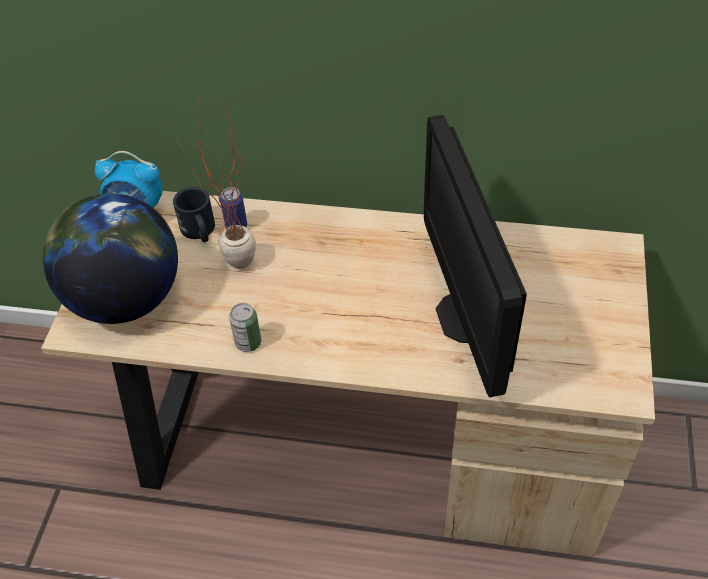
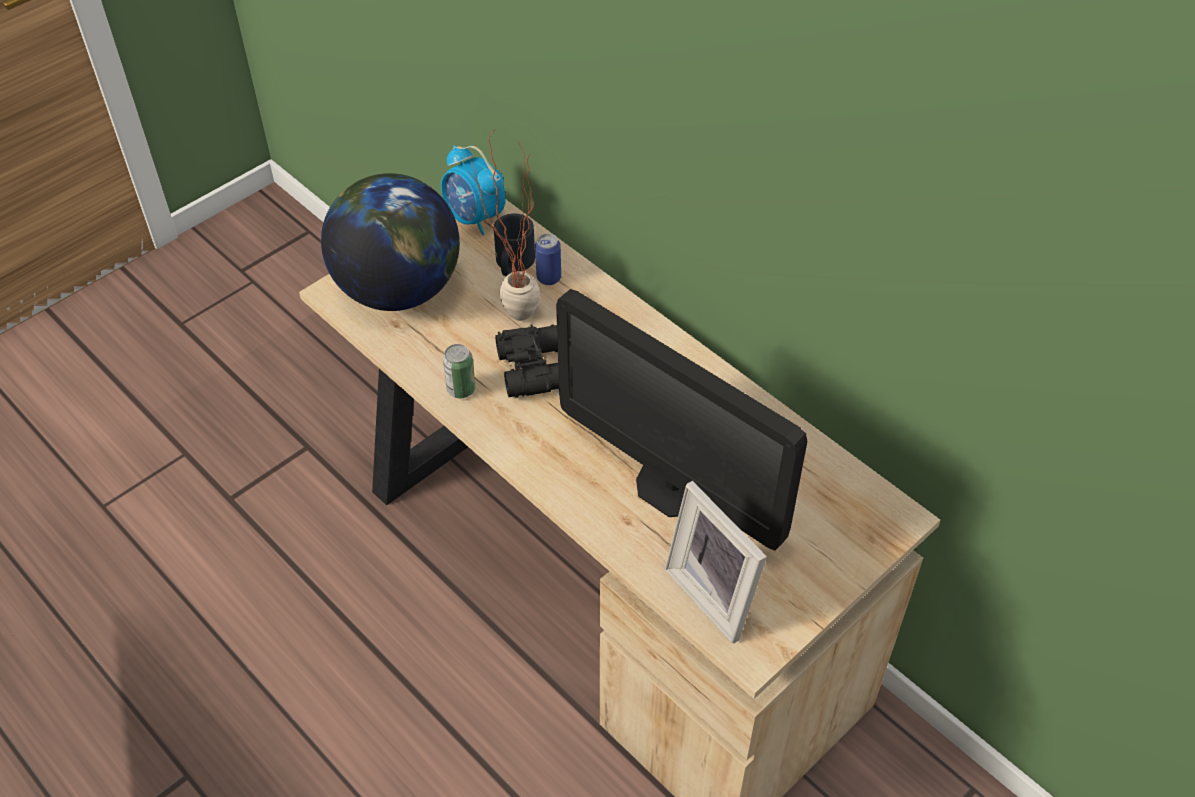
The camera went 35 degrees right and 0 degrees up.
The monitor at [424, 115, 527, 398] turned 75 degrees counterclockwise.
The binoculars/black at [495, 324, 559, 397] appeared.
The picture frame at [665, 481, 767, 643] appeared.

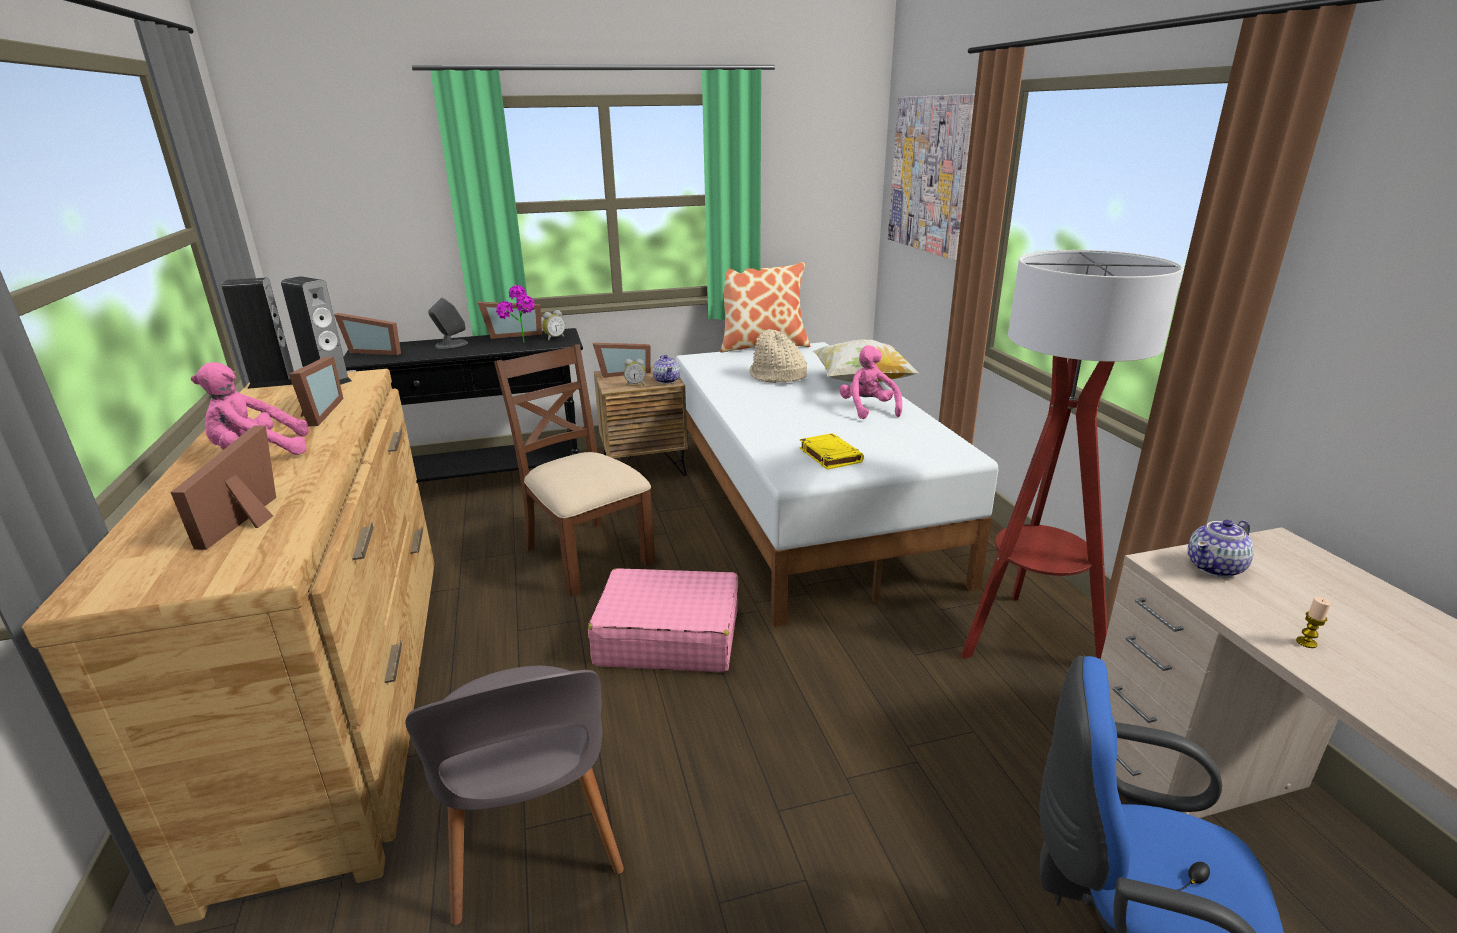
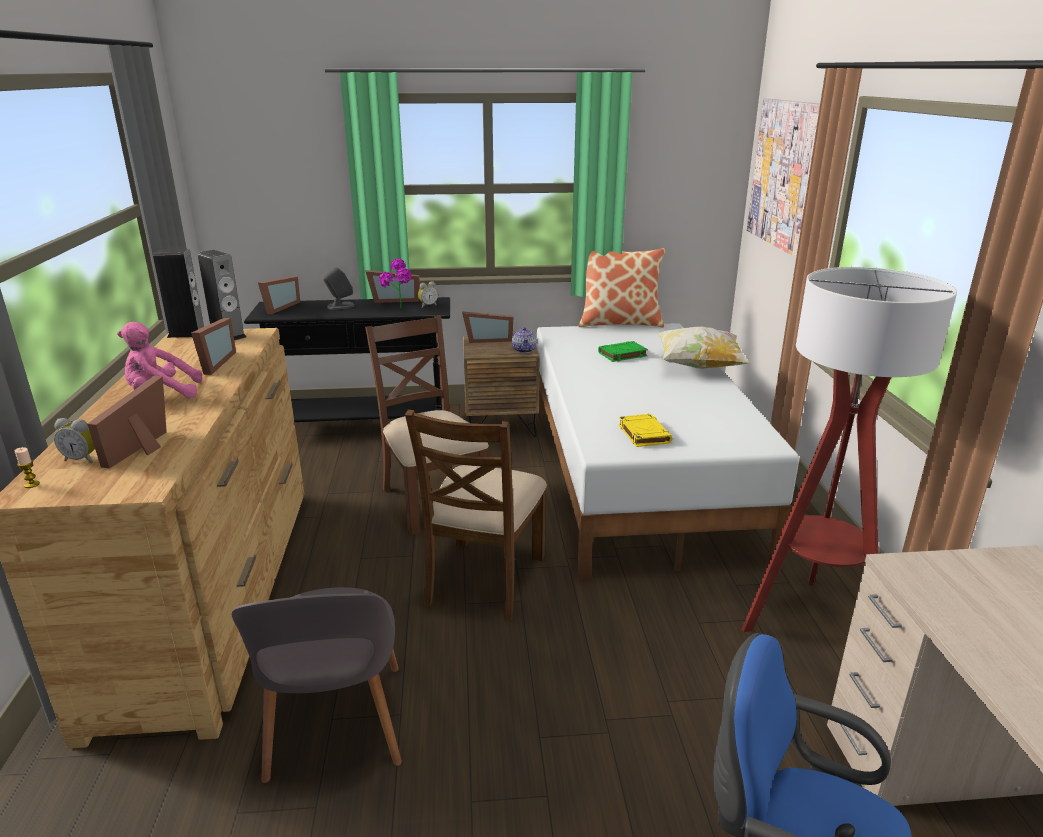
The camera went 10 degrees right and 0 degrees up.
The picture frame at [334, 313, 401, 355] turned 90 degrees counterclockwise.
The suitcase/pink at [588, 568, 738, 672] was replaced by the chair/brown at [405, 409, 547, 622].
The alarm clock moved from [624, 359, 646, 386] to [54, 418, 95, 463].
The hat/beige at [749, 329, 807, 383] was replaced by the book/green at [598, 341, 648, 362].
The plush toy/pink at [840, 345, 902, 419] disappeared.
The teapot at [1188, 520, 1254, 578] disappeared.
The candle moved from [1296, 597, 1331, 648] to [15, 447, 40, 488].

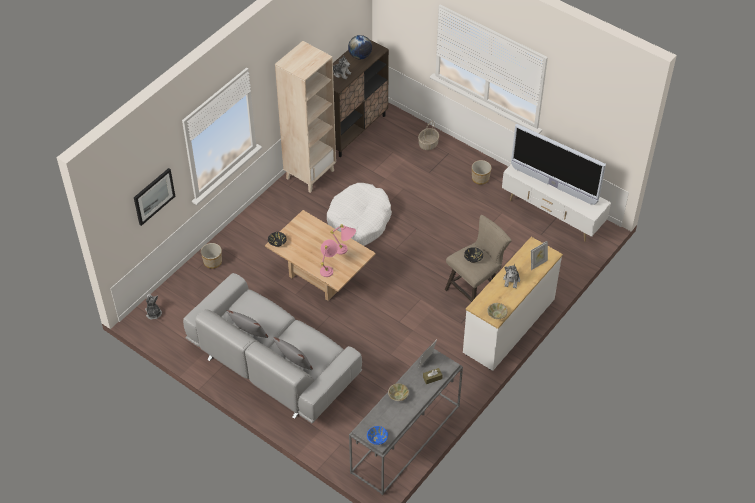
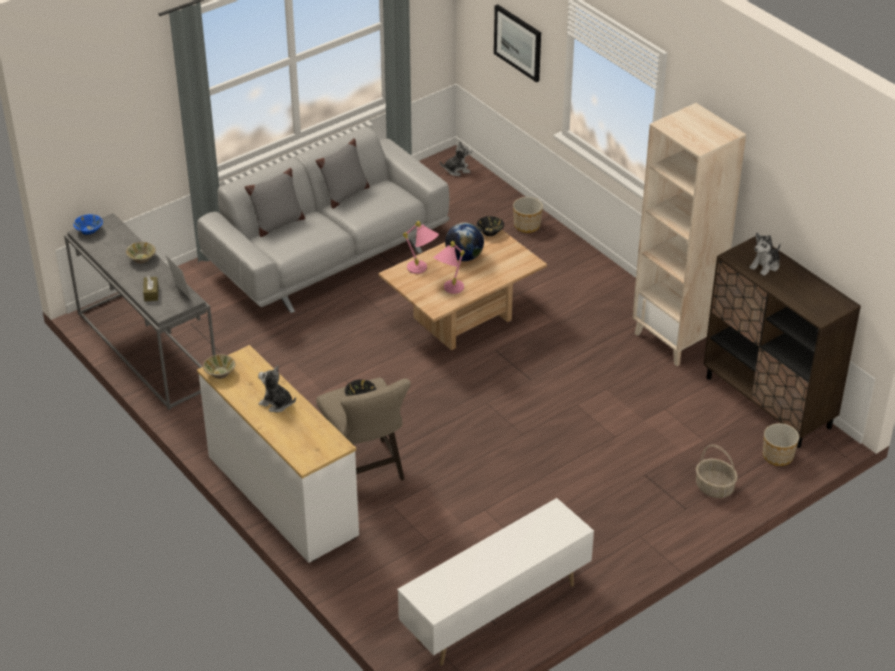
The camera went 105 degrees right and 10 degrees down.
The dog bed/white at [327, 183, 392, 246] disappeared.
The globe moved from [348, 35, 372, 59] to [445, 222, 484, 261].
The planter moved from [472, 160, 491, 184] to [763, 423, 799, 466].
The television at [511, 124, 606, 205] disappeared.
The picture frame at [531, 241, 548, 270] disappeared.

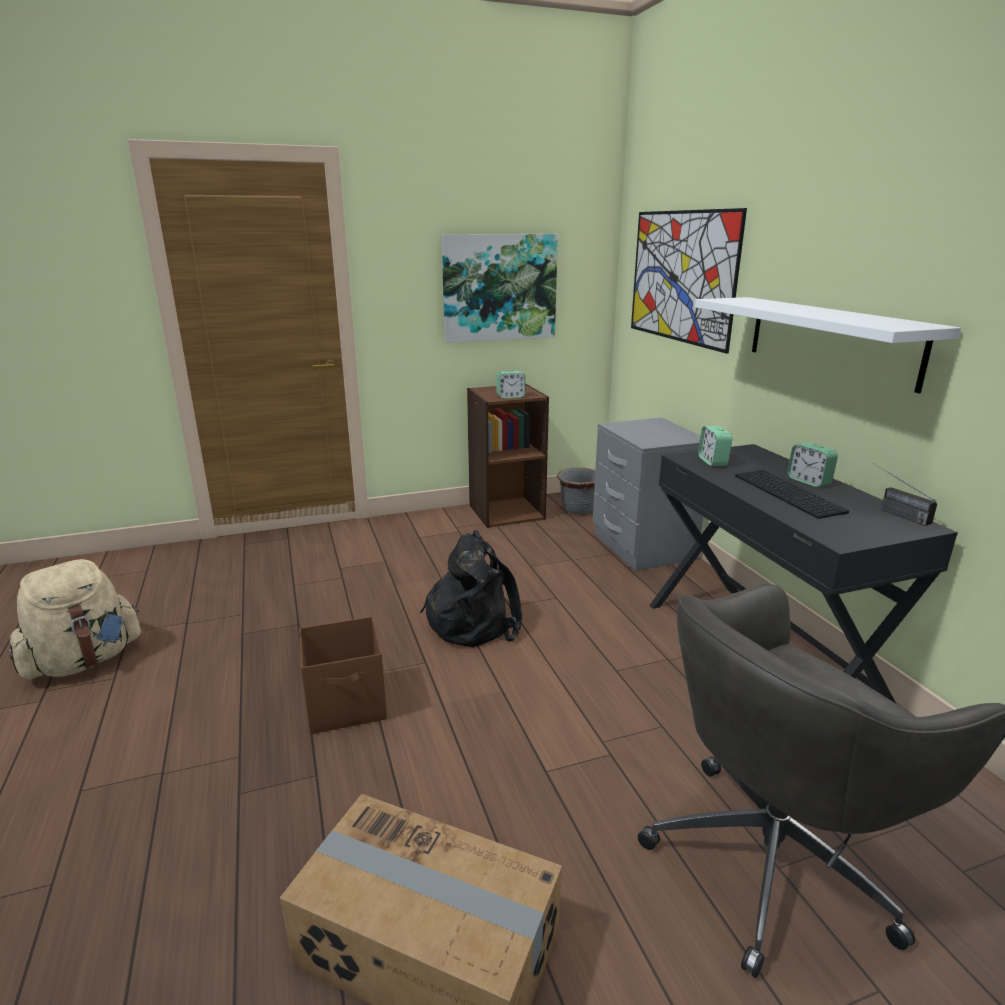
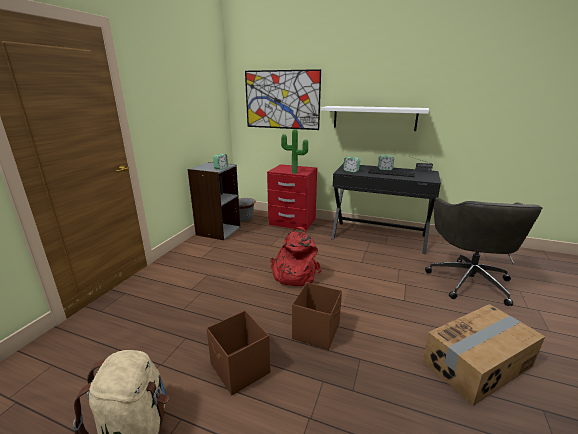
The camera went 50 degrees left and 0 degrees up.
The backpack/black at [420, 530, 522, 647] became the backpack/red at [270, 227, 322, 286].
The picture at [441, 234, 558, 343] disappeared.
The bookcase/brown at [467, 384, 549, 528] became the bookcase/grey at [187, 162, 240, 240].
The nightstand/grey at [593, 417, 703, 571] became the nightstand/red at [267, 164, 317, 230].
The storage box/brown at [206, 311, 270, 395] appeared.
The potted plant at [281, 129, 308, 174] appeared.

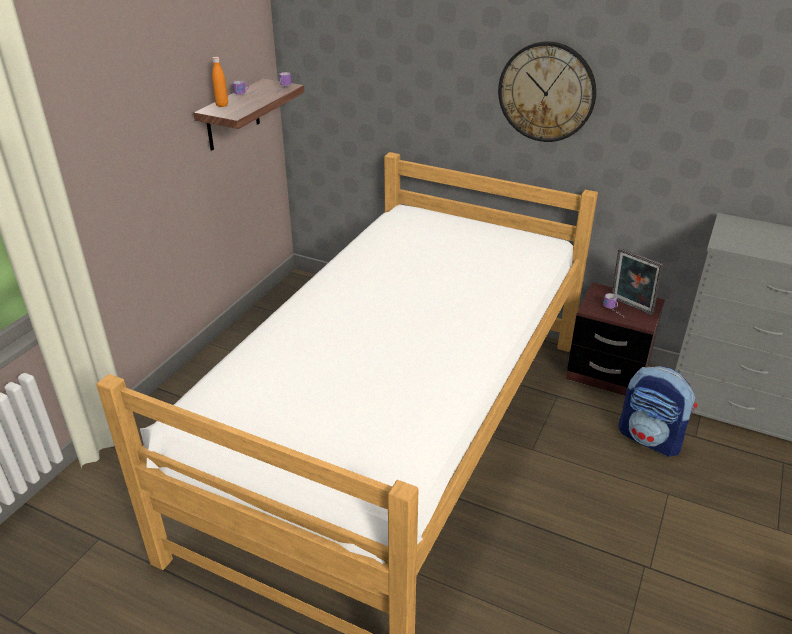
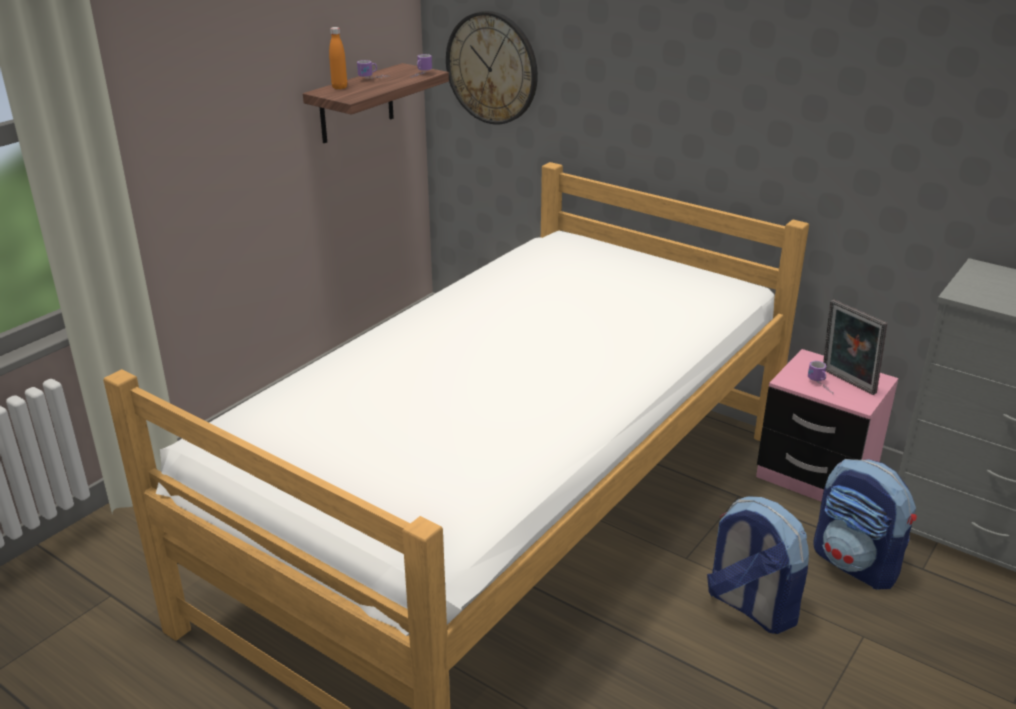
The camera went 10 degrees right and 5 degrees down.
The wall clock moved from [498, 41, 596, 142] to [446, 11, 538, 125].
The nightstand/brown at [566, 283, 665, 396] became the nightstand/pink at [756, 349, 899, 502].
The backpack at [707, 496, 809, 634] appeared.

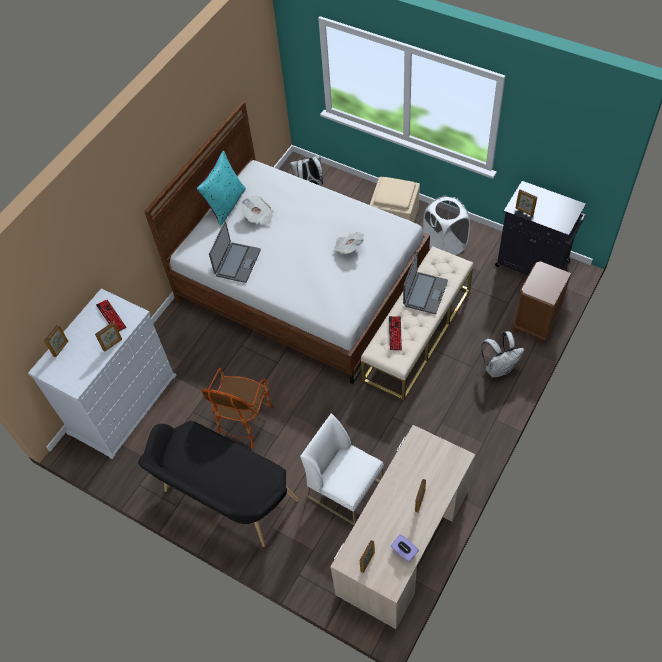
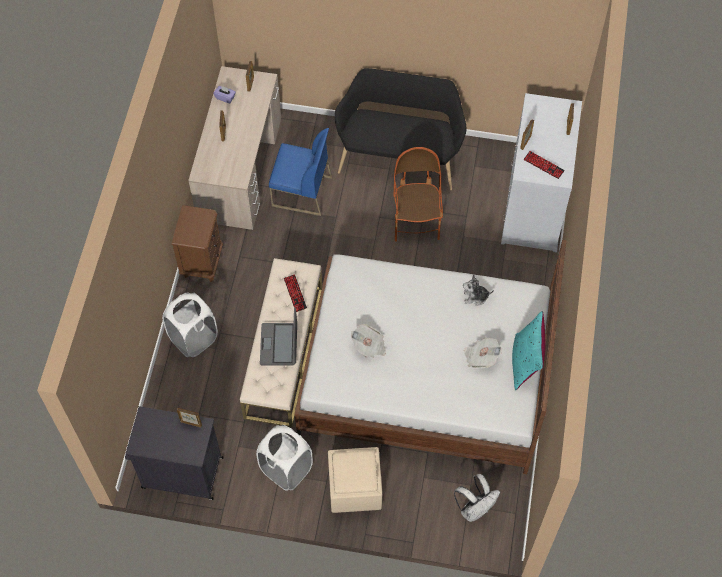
The camera went 155 degrees right and 5 degrees up.
The laptop at [209, 221, 261, 283] was replaced by the plush toy at [463, 274, 494, 306].
The chair/white at [300, 413, 384, 525] became the chair/blue at [269, 128, 332, 216].
The backpack/white at [481, 331, 524, 378] was replaced by the laundry basket/white at [162, 293, 218, 357].
The nightstand/brown moved from [513, 261, 571, 343] to [172, 205, 223, 282].

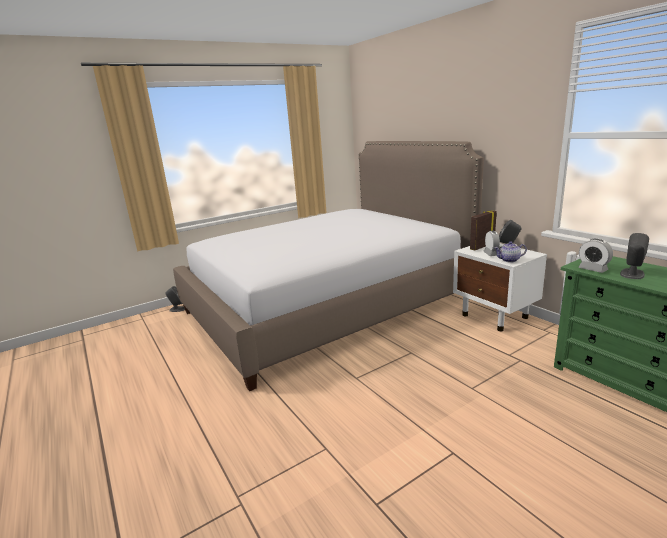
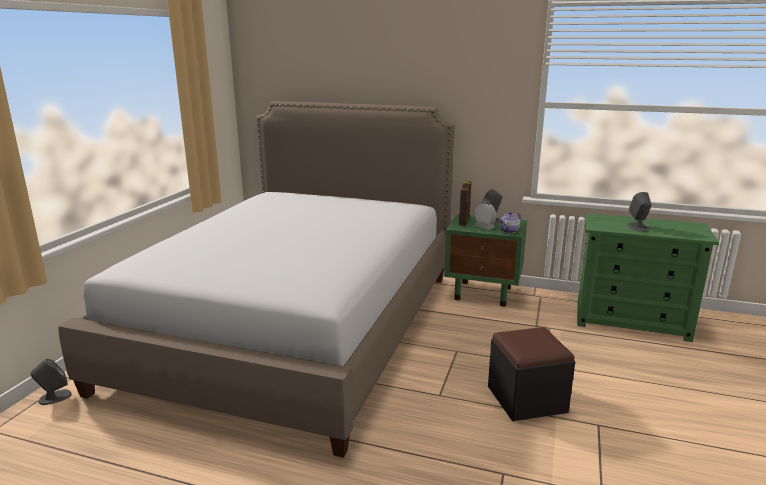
The camera went 40 degrees left and 0 degrees up.
The nightstand/white at [453, 244, 547, 331] became the nightstand/green at [444, 214, 527, 307].
The alarm clock at [578, 239, 613, 273] disappeared.
The ottoman/black at [488, 327, 575, 421] appeared.

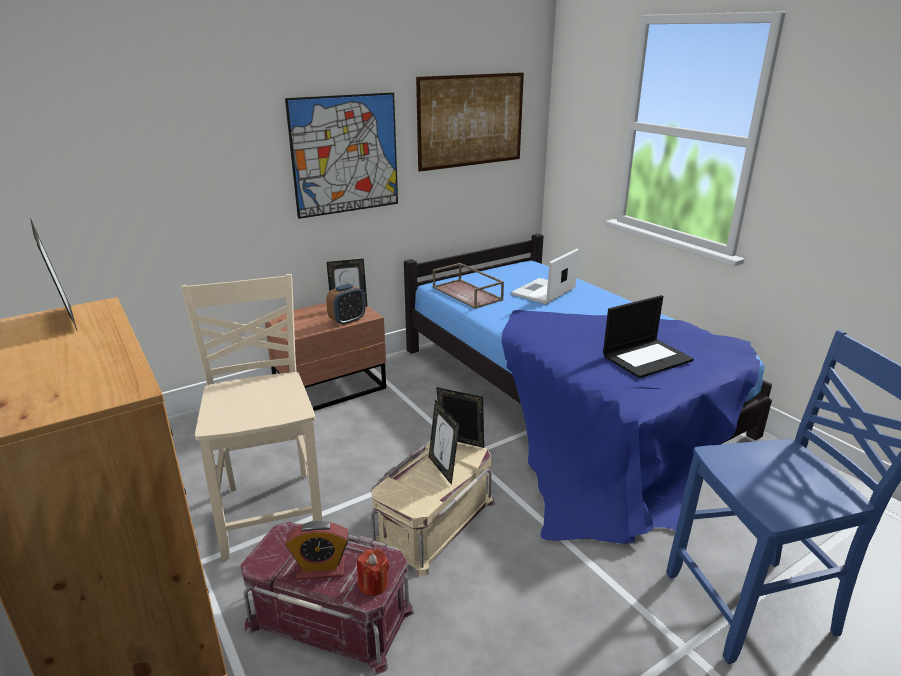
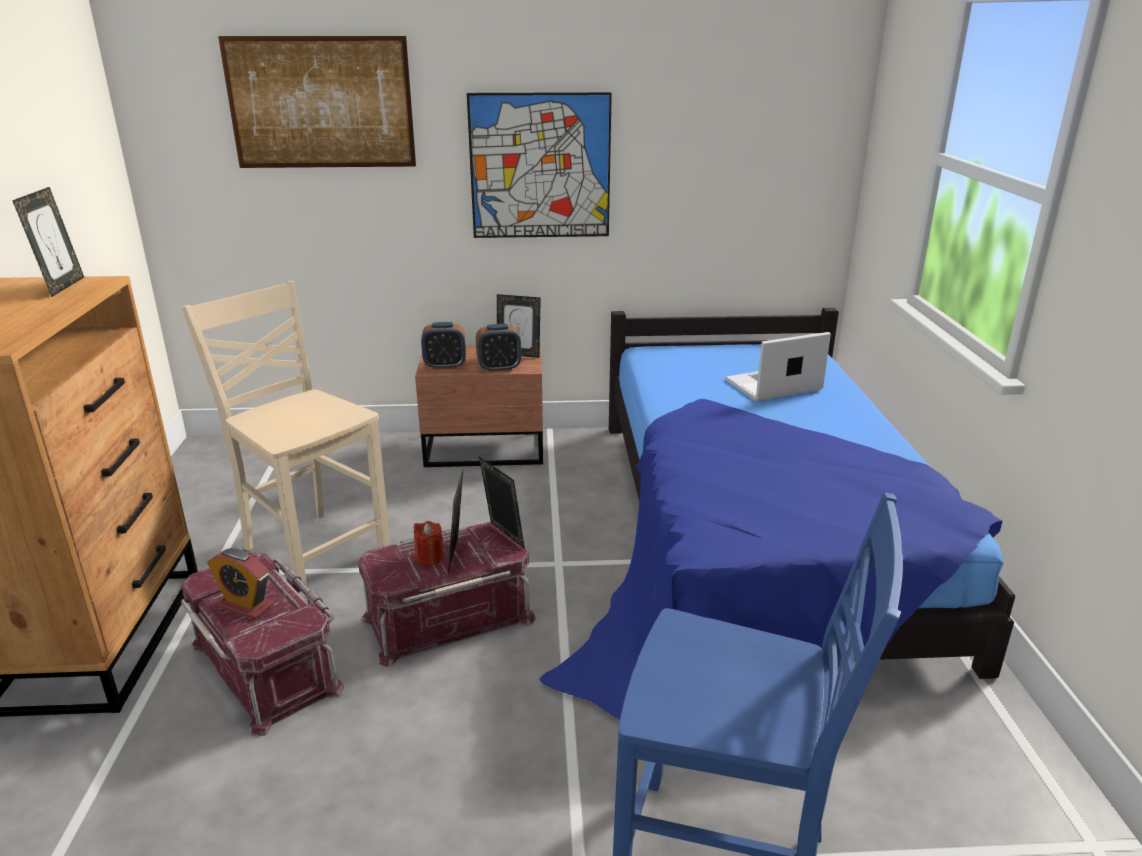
The camera went 30 degrees right and 0 degrees up.
The chair/beige at [181, 274, 322, 560] turned 60 degrees counterclockwise.
The candle/red moved from [357, 549, 389, 596] to [414, 521, 444, 565].
The storage box/beige at [371, 441, 495, 576] became the storage box/red at [358, 521, 536, 667].
The picture moved from [416, 72, 524, 172] to [218, 36, 416, 168].
The tray/brown at [433, 263, 504, 309] disappeared.
The laptop at [603, 295, 694, 378] disappeared.
The alarm clock at [421, 322, 466, 370] appeared.

